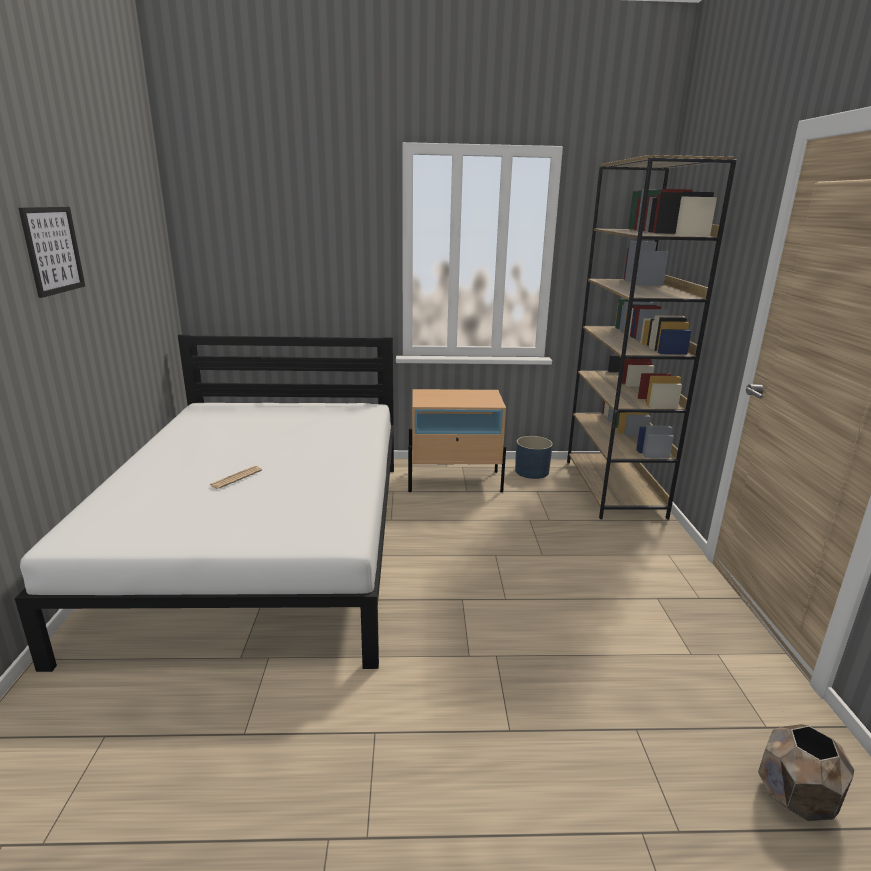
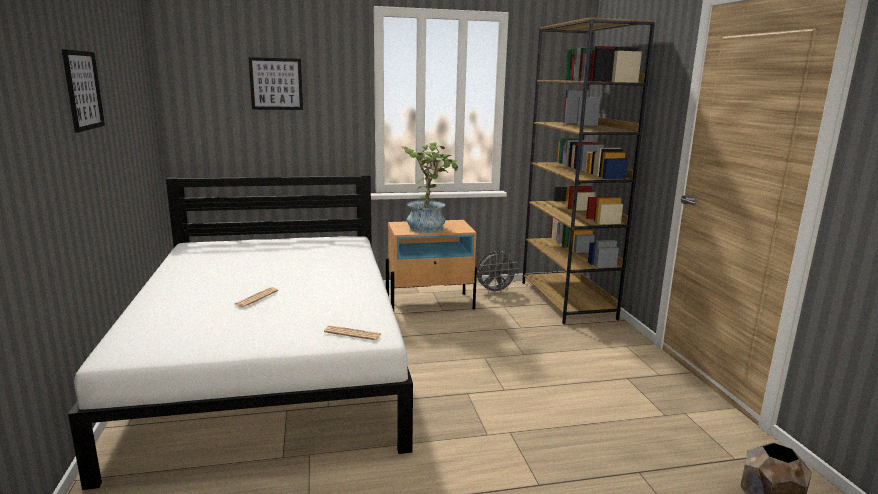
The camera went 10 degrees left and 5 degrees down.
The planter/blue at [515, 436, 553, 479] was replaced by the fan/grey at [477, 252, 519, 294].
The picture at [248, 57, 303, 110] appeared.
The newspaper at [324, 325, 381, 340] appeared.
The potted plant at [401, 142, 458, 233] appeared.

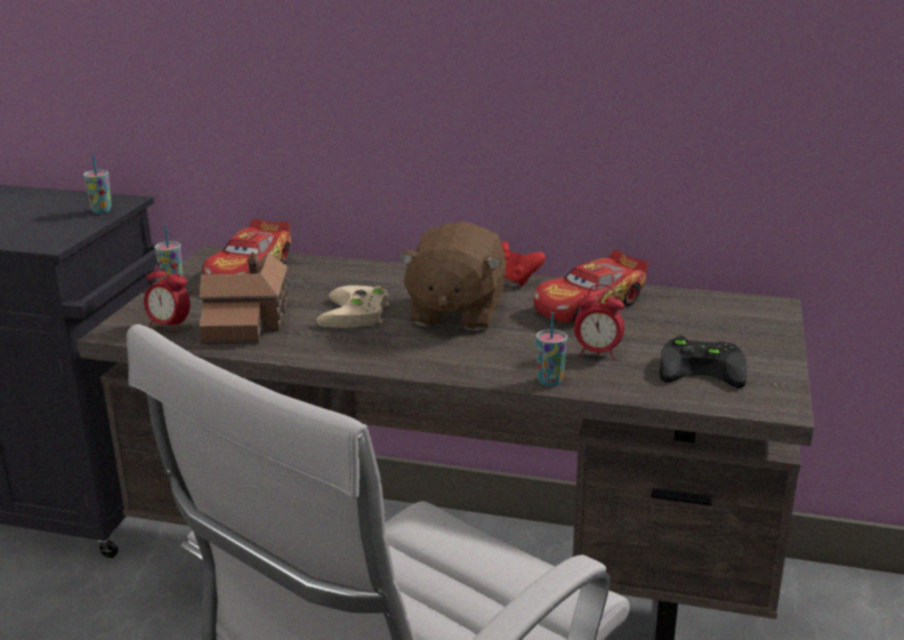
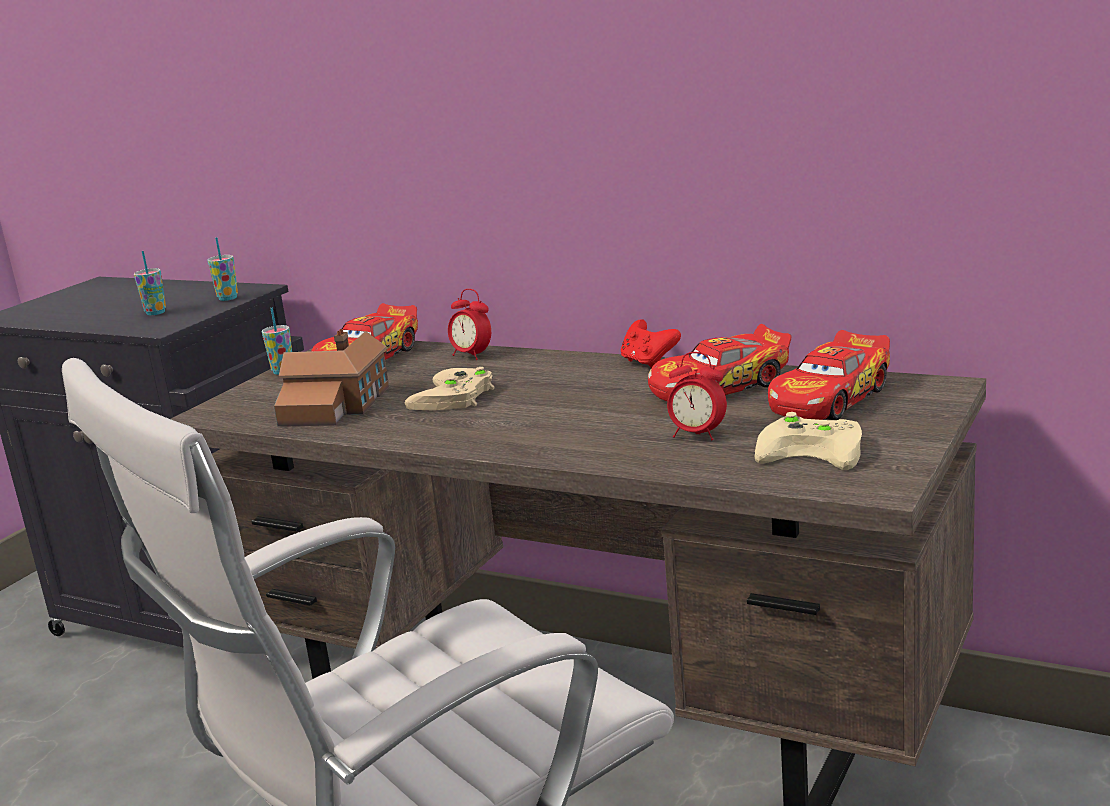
The camera went 15 degrees right and 5 degrees down.
The alarm clock moved from [144, 261, 190, 333] to [448, 289, 491, 360].
The plush toy/brown at [398, 222, 506, 331] disappeared.
The cup moved from [536, 312, 567, 386] to [134, 251, 166, 315].
The game controller/black at [659, 335, 747, 388] became the game controller/beige at [754, 412, 862, 470].
The toy car at [768, 330, 890, 420] appeared.

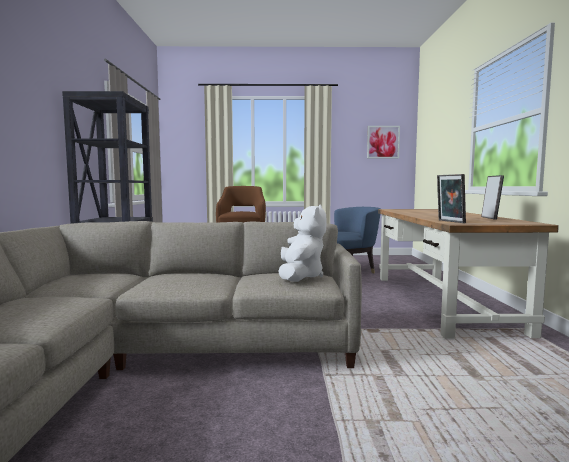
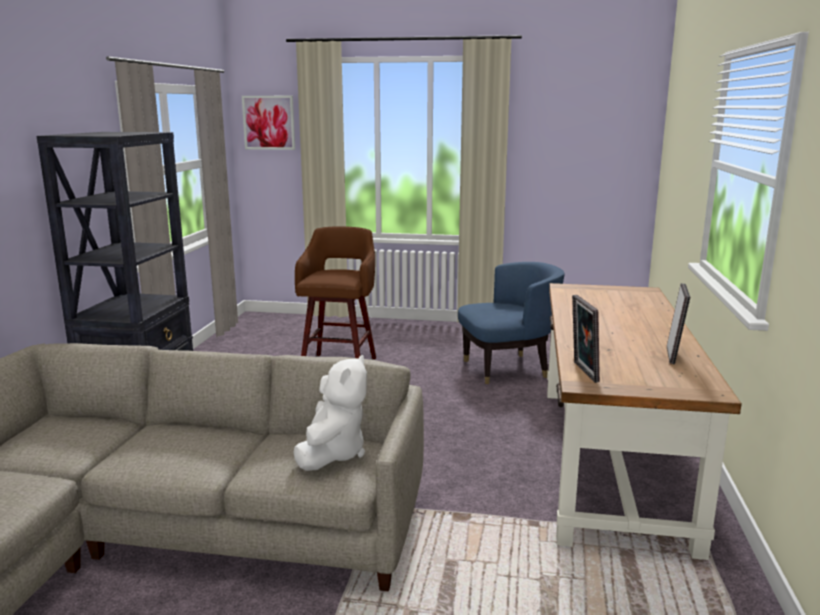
The camera went 10 degrees right and 10 degrees up.
The picture moved from [367, 126, 400, 158] to [242, 96, 295, 150].

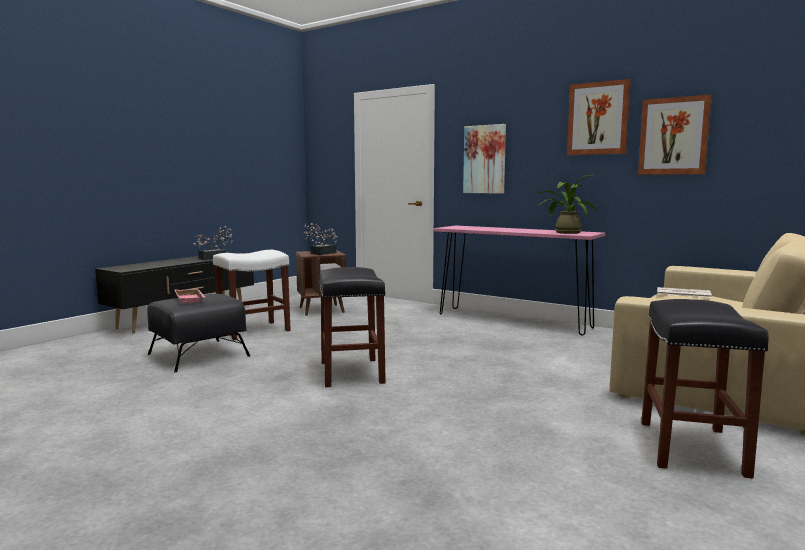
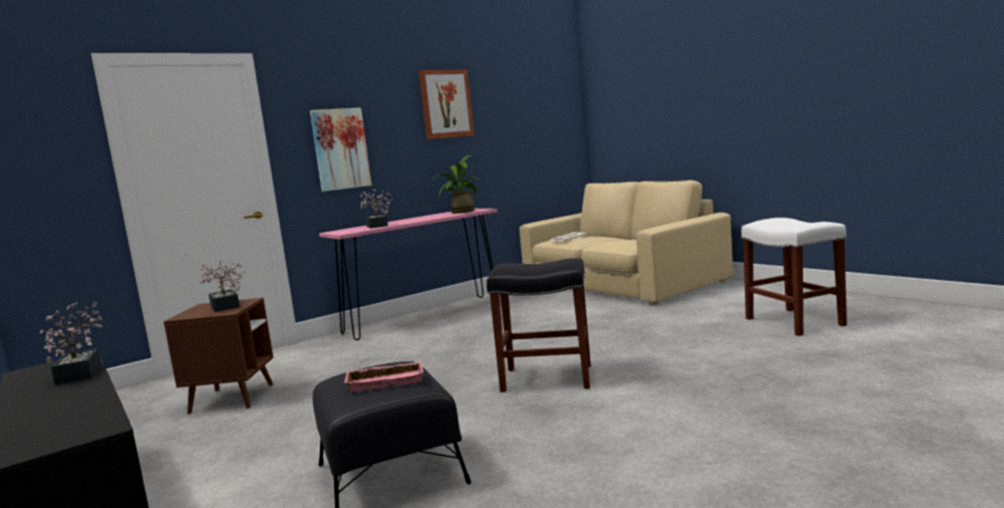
The camera went 70 degrees left and 0 degrees up.
The stool/white moved from [213, 250, 291, 340] to [741, 218, 847, 336].
The picture at [638, 95, 712, 175] disappeared.
The stool/black at [641, 299, 769, 479] disappeared.
The potted plant at [360, 189, 393, 228] appeared.

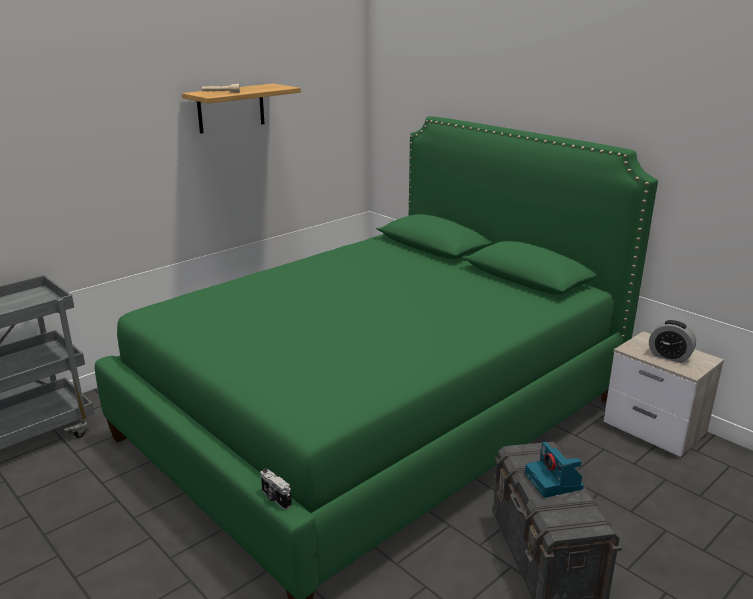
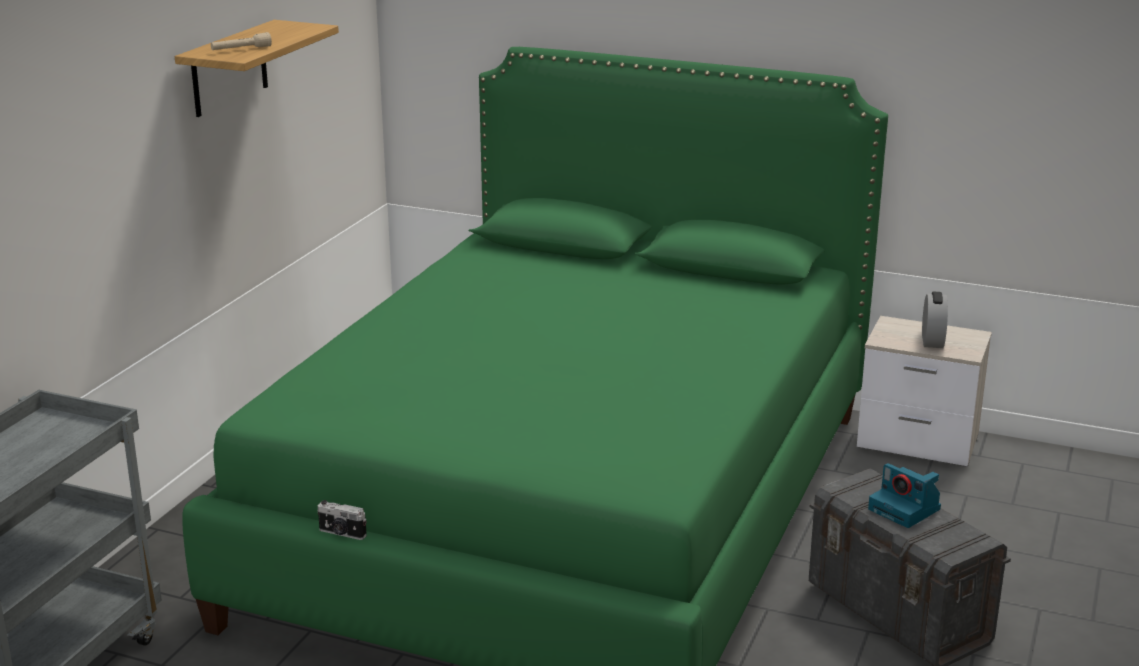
The camera went 25 degrees left and 0 degrees up.
The photo camera moved from [260, 469, 292, 510] to [317, 500, 367, 540].
The alarm clock at [649, 320, 696, 363] turned 90 degrees counterclockwise.

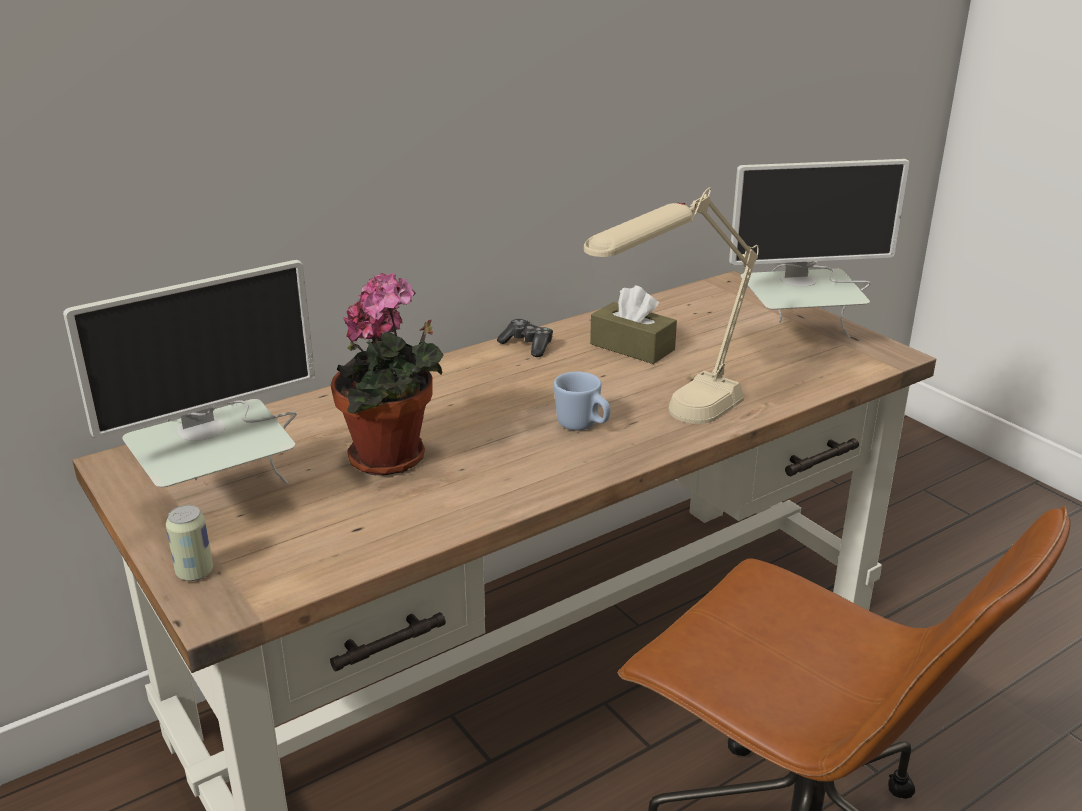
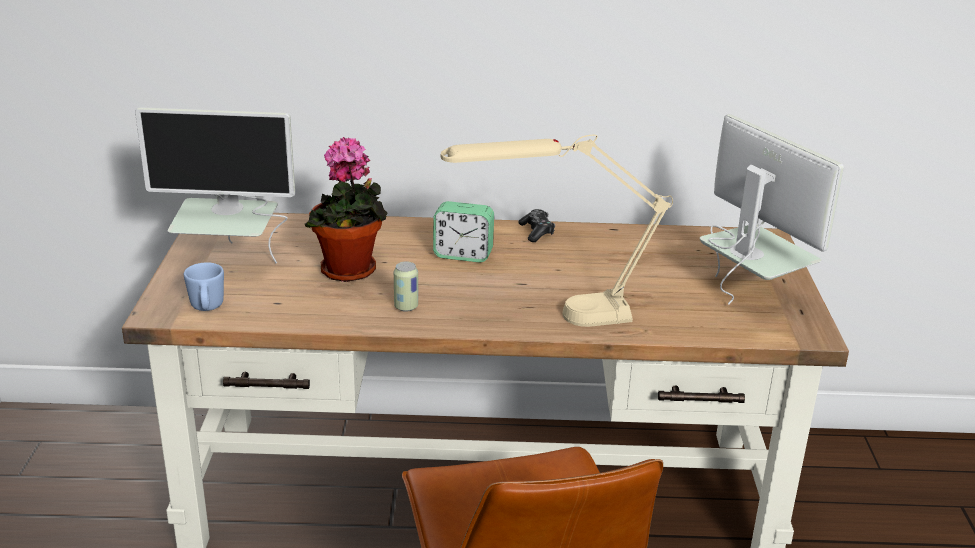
The camera went 35 degrees right and 0 degrees up.
The can moved from [166, 505, 213, 581] to [394, 261, 418, 312].
The mug/blue moved from [554, 372, 611, 431] to [184, 262, 224, 311].
The tissue box/brown at [590, 286, 677, 364] disappeared.
The monitor at [729, 159, 910, 338] turned 150 degrees counterclockwise.
The alarm clock at [433, 201, 494, 262] appeared.

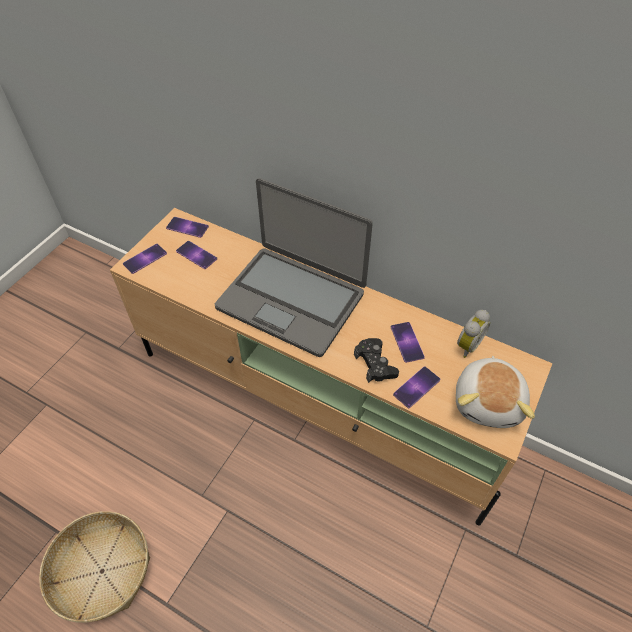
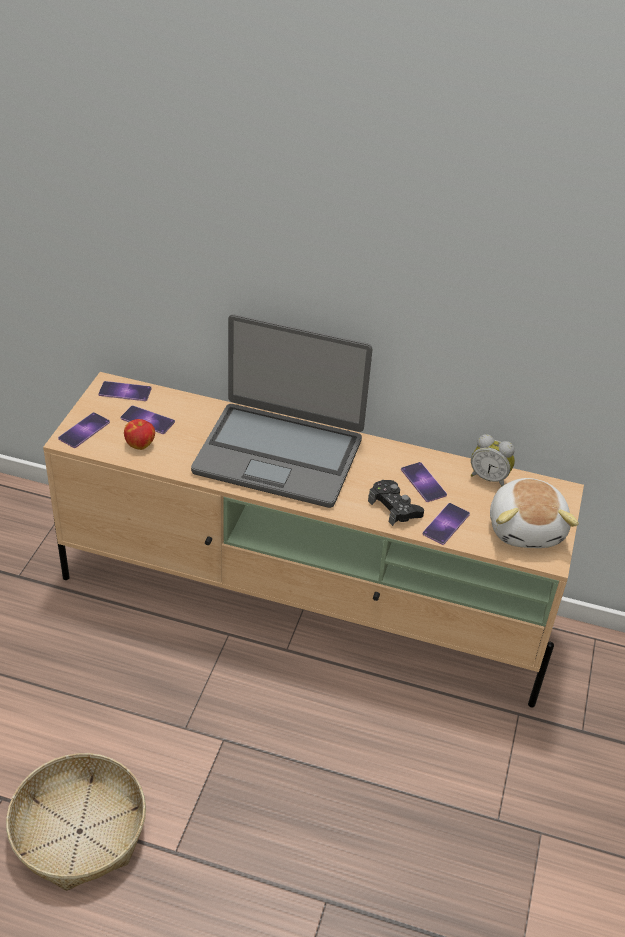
The camera went 15 degrees left and 10 degrees down.
The alarm clock at [457, 310, 490, 358] turned 90 degrees clockwise.
The apple at [124, 419, 155, 450] appeared.

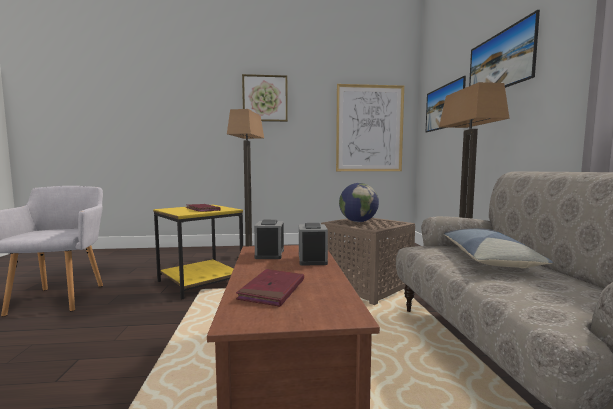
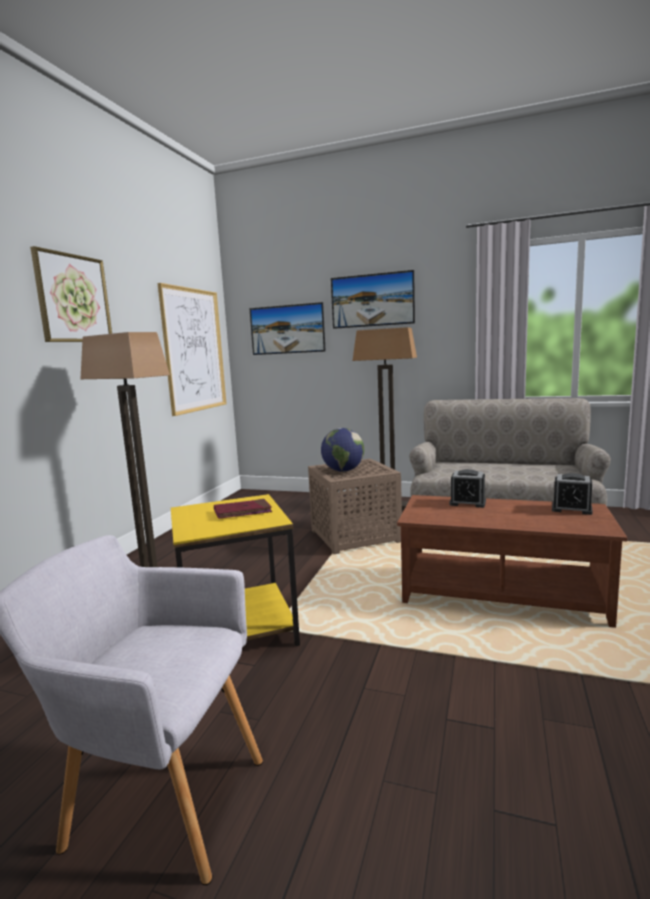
The camera went 65 degrees left and 5 degrees up.
The book/red at [236, 269, 304, 307] disappeared.
The alarm clock moved from [254, 220, 284, 259] to [552, 473, 593, 515].
The pillow at [444, 228, 553, 268] disappeared.

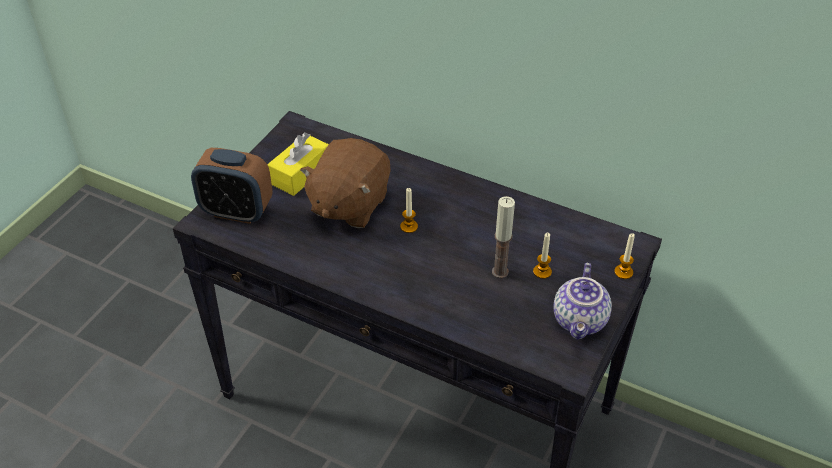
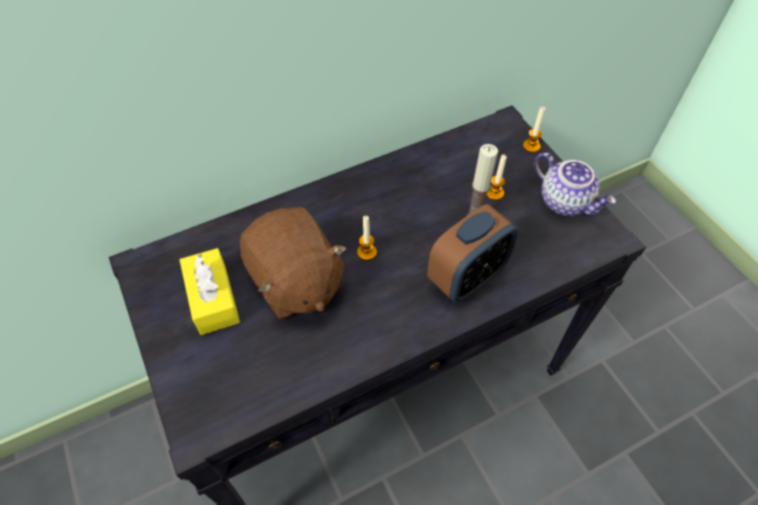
The camera went 55 degrees left and 10 degrees up.
The alarm clock moved from [191, 148, 272, 224] to [427, 204, 518, 303].

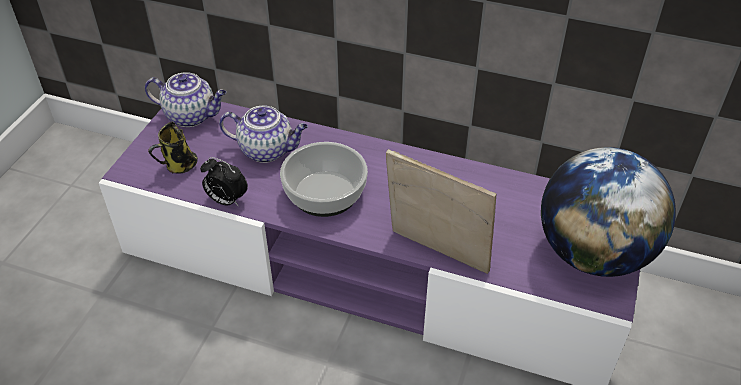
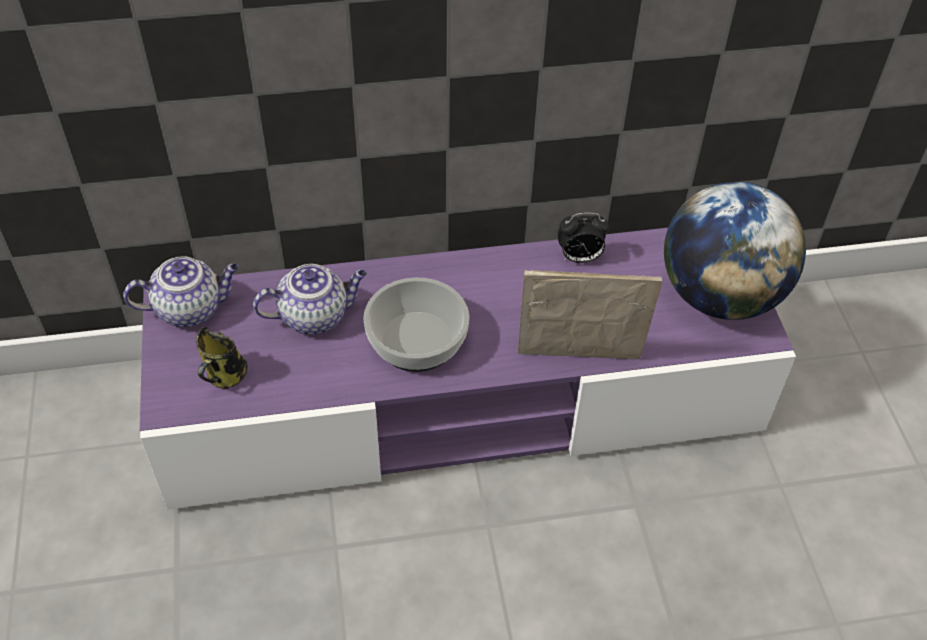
The camera went 30 degrees left and 5 degrees up.
The alarm clock moved from [200, 157, 248, 207] to [558, 213, 609, 263].

